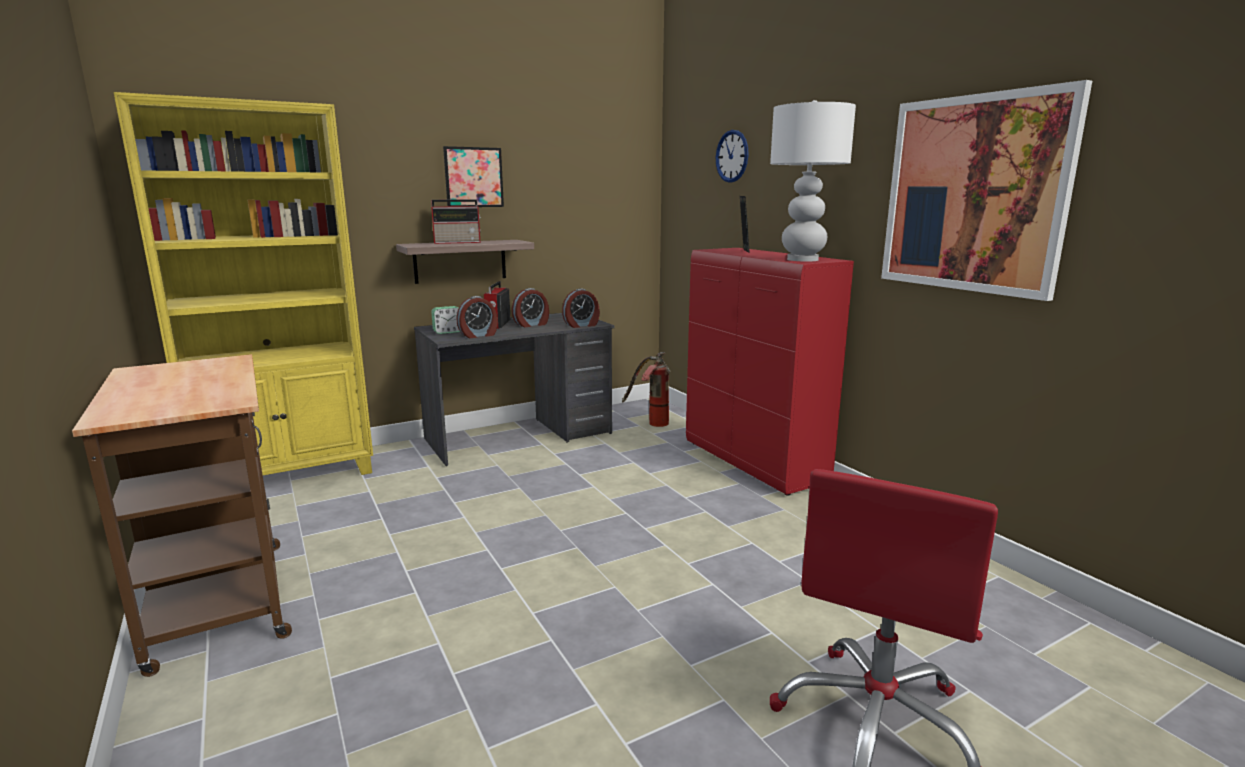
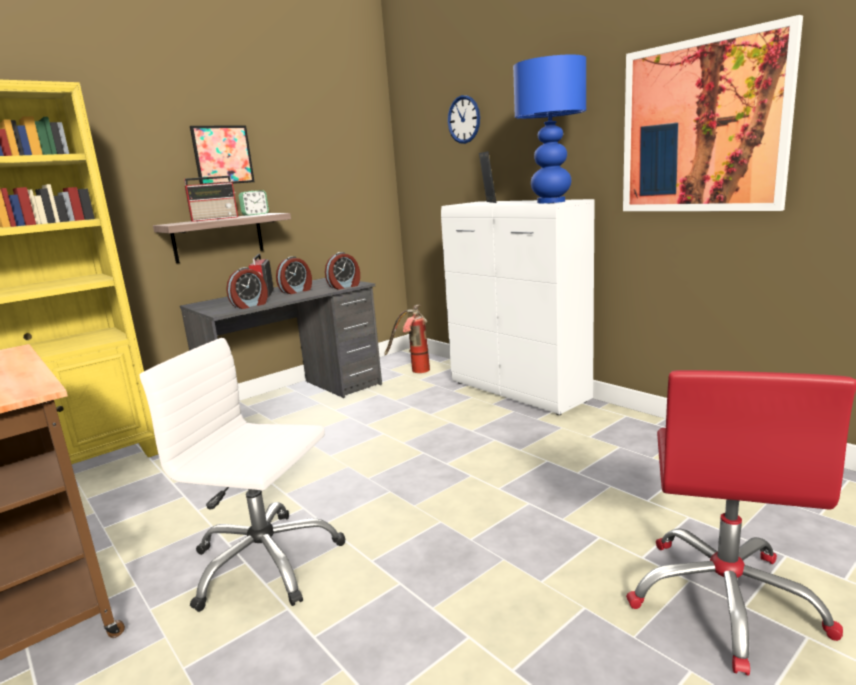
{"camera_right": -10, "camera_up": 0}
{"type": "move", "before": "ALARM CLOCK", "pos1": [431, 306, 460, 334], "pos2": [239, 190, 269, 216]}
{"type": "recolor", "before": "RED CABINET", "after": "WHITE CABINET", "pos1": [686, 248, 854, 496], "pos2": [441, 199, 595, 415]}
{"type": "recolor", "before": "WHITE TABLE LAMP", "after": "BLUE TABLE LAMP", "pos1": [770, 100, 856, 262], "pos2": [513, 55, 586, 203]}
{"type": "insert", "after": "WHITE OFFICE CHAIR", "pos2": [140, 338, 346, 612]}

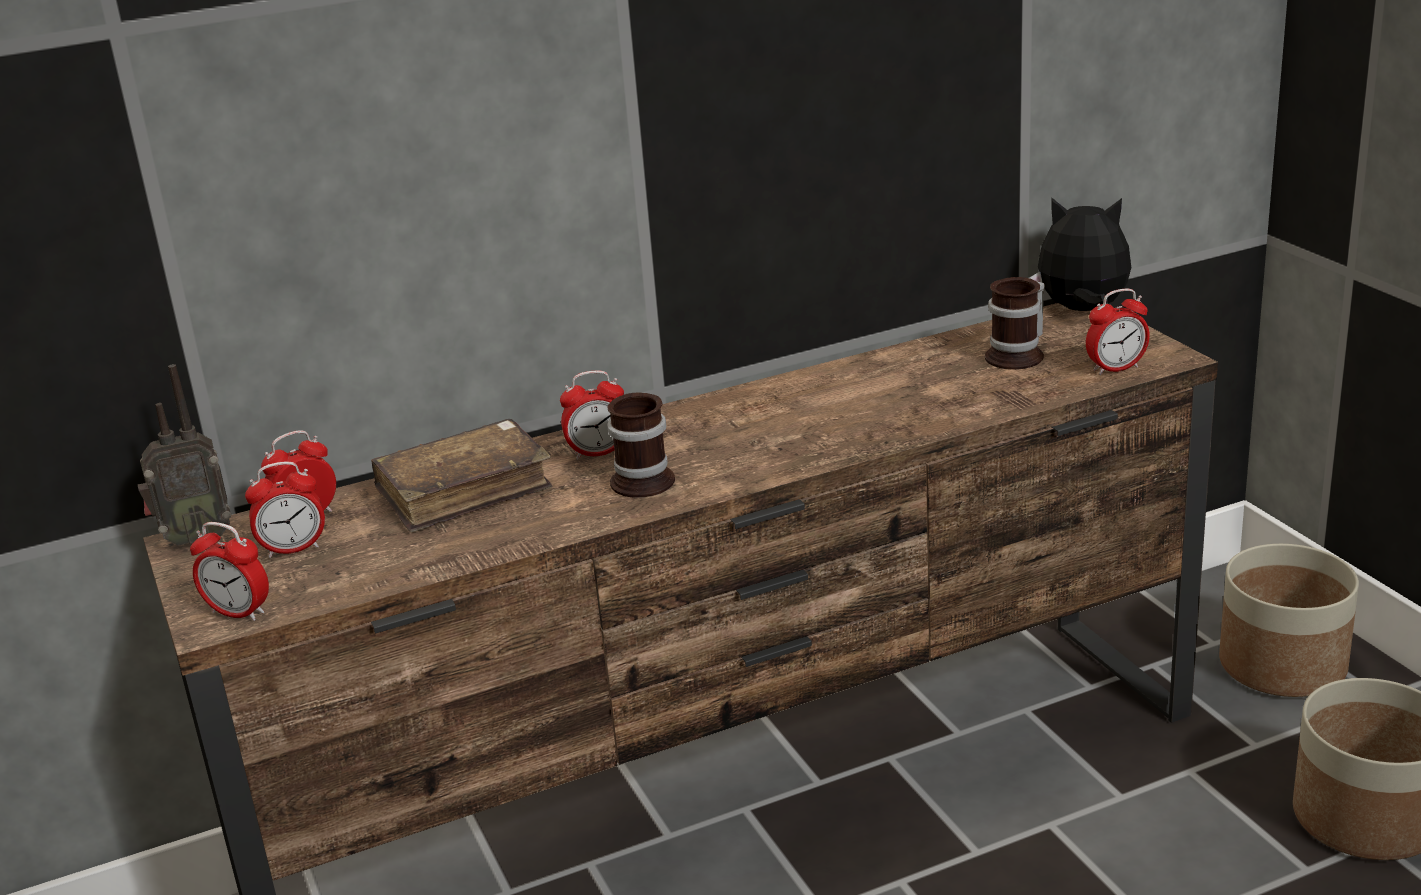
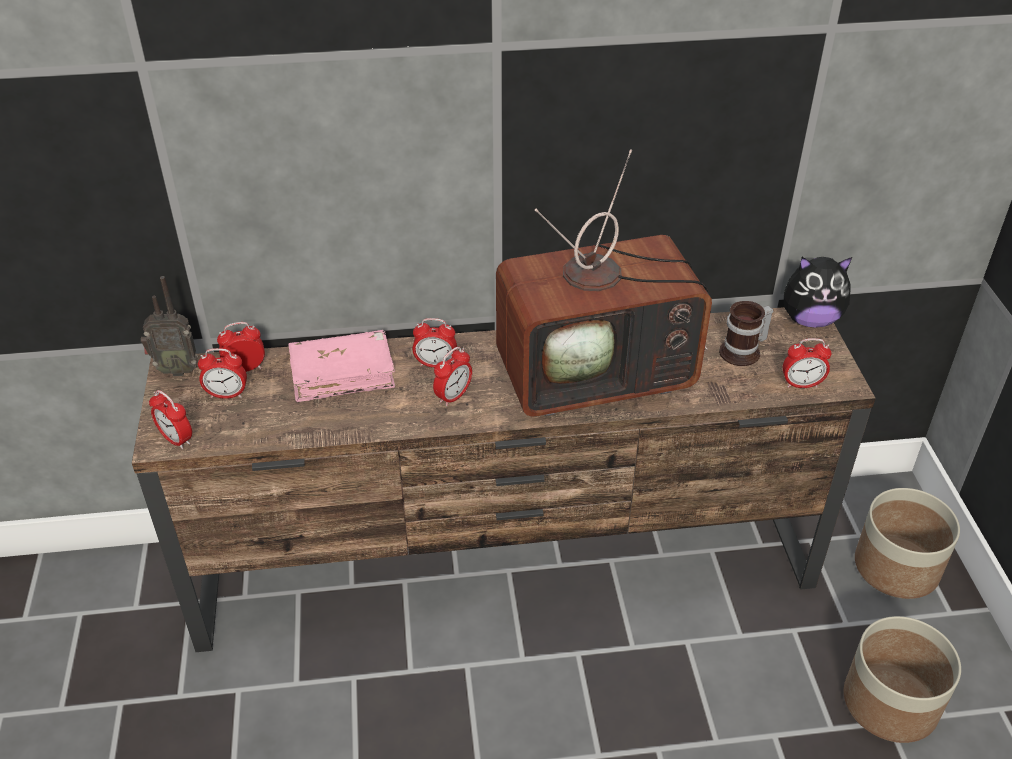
{"camera_right": 15, "camera_up": 15}
{"type": "recolor", "before": "BROWN BOOK", "after": "PINK BOOK", "pos1": [371, 419, 553, 533], "pos2": [289, 330, 395, 402]}
{"type": "replace", "before": "MUG", "after": "ALARM CLOCK", "pos1": [607, 393, 675, 498], "pos2": [433, 347, 472, 407]}
{"type": "rotate", "before": "PLUSH TOY", "pos1": [1029, 198, 1131, 311], "pos2": [784, 257, 852, 328], "turn": 150}
{"type": "insert", "after": "TELEVISION", "pos2": [496, 149, 712, 416]}

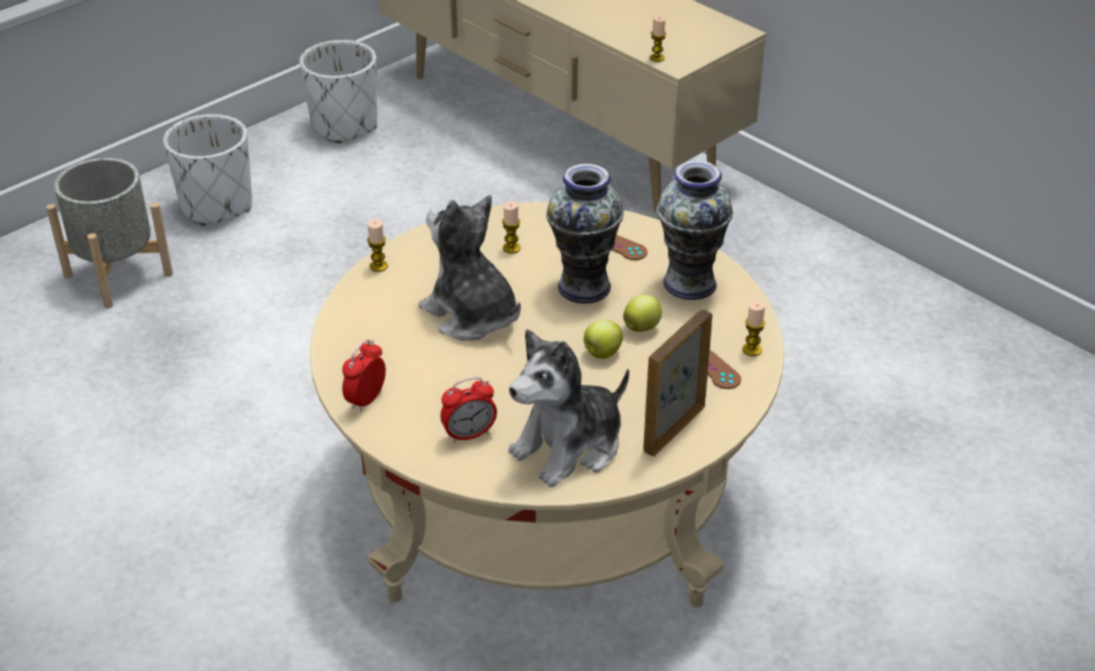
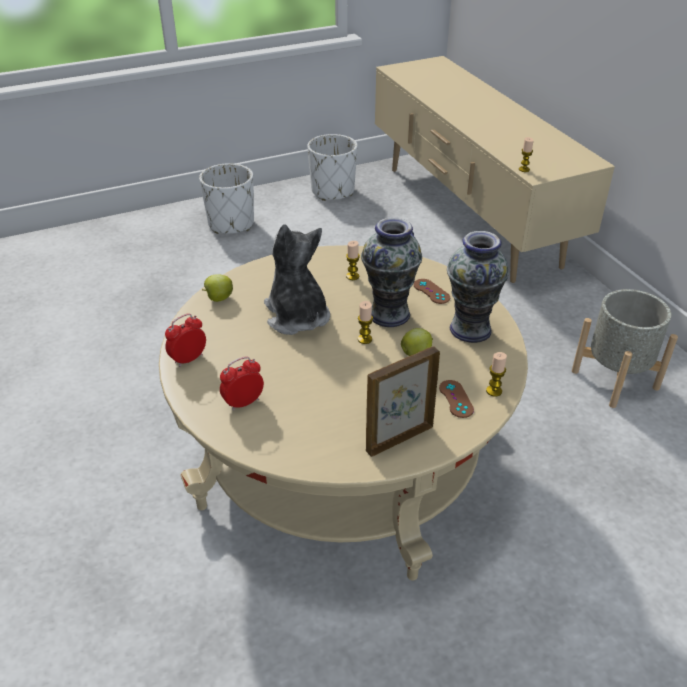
{"camera_right": 20, "camera_up": 0}
{"type": "move", "before": "GREY PLANTER", "pos1": [46, 158, 173, 309], "pos2": [572, 289, 678, 408]}
{"type": "move", "before": "CANDLE", "pos1": [367, 218, 388, 272], "pos2": [358, 301, 373, 344]}
{"type": "rotate", "before": "ALARM CLOCK", "pos1": [441, 377, 497, 443], "pos2": [220, 356, 264, 411], "turn": 150}
{"type": "delete", "before": "PLUSH TOY", "pos1": [508, 329, 629, 487]}
{"type": "move", "before": "APPLE", "pos1": [584, 320, 623, 359], "pos2": [202, 274, 233, 302]}

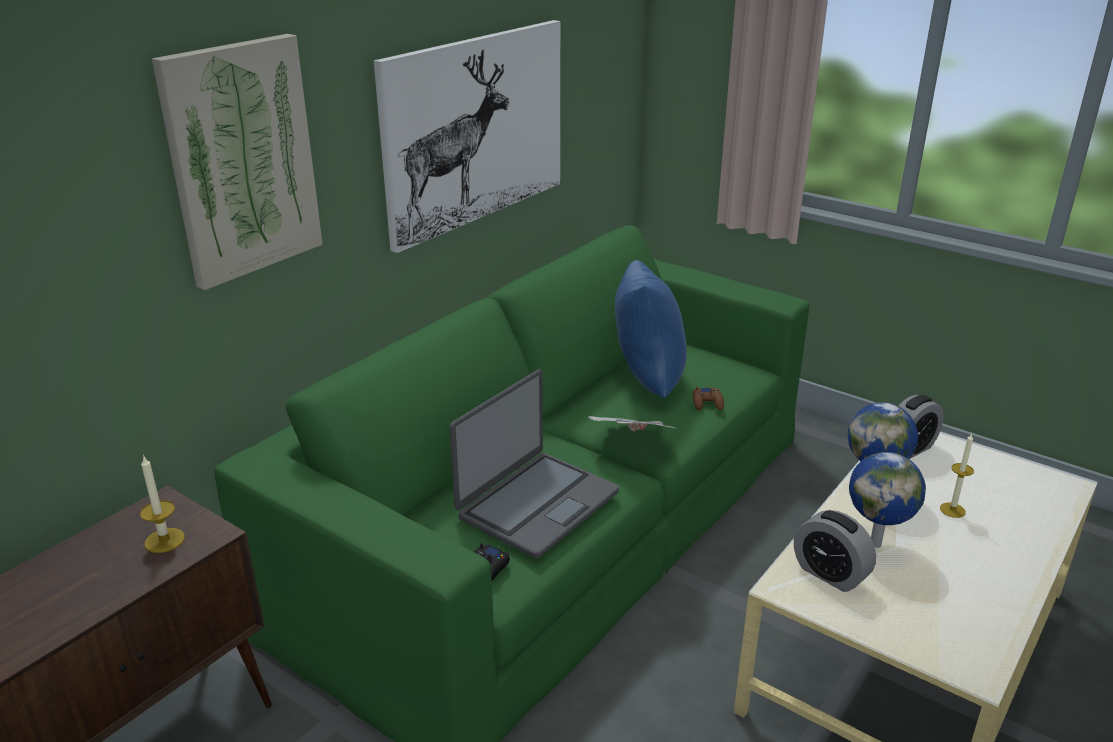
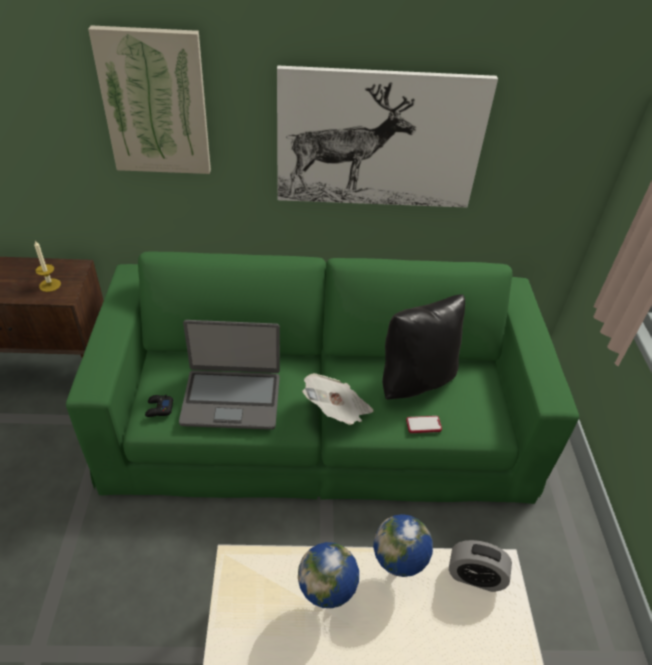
{"camera_right": 50, "camera_up": 15}
{"type": "recolor", "before": "BLUE PILLOW", "after": "BLACK PILLOW", "pos1": [615, 260, 687, 398], "pos2": [382, 295, 465, 399]}
{"type": "replace", "before": "BROWN GAME CONTROLLER", "after": "PHONE", "pos1": [693, 387, 724, 410], "pos2": [406, 416, 442, 433]}
{"type": "delete", "before": "ALARM CLOCK", "pos1": [794, 510, 876, 592]}
{"type": "delete", "before": "CANDLE", "pos1": [940, 433, 974, 518]}

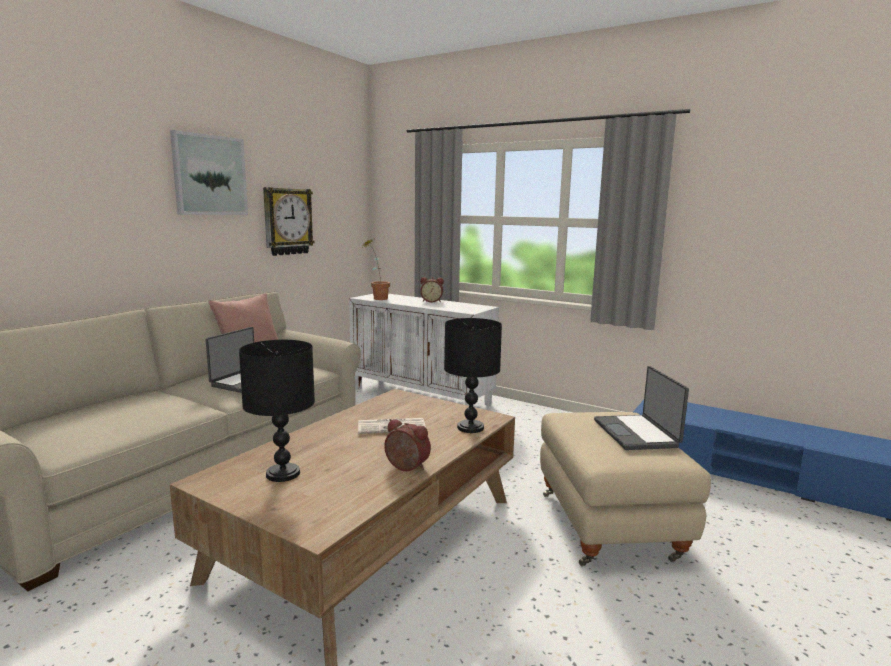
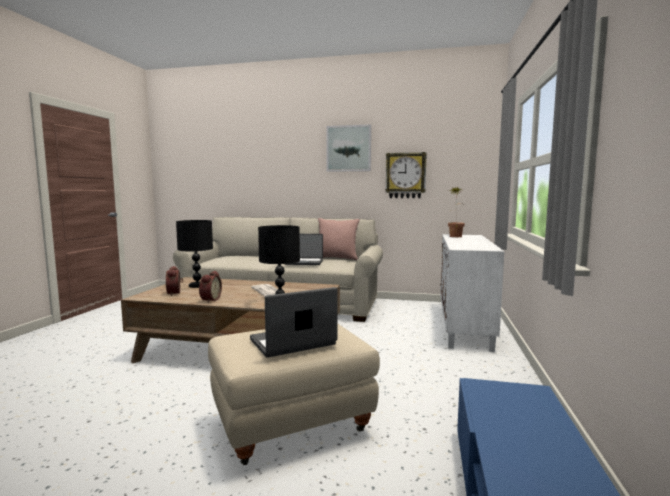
{"camera_right": 70, "camera_up": -5}
{"type": "move", "before": "ALARM CLOCK", "pos1": [420, 277, 444, 302], "pos2": [166, 266, 183, 296]}

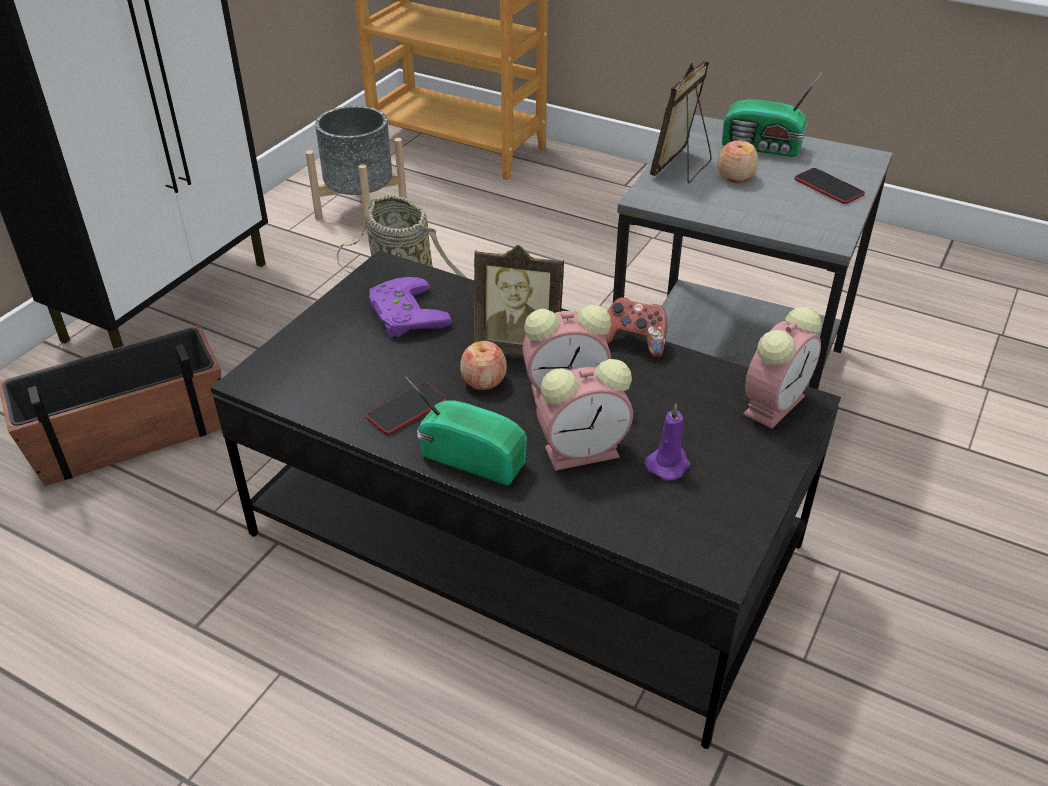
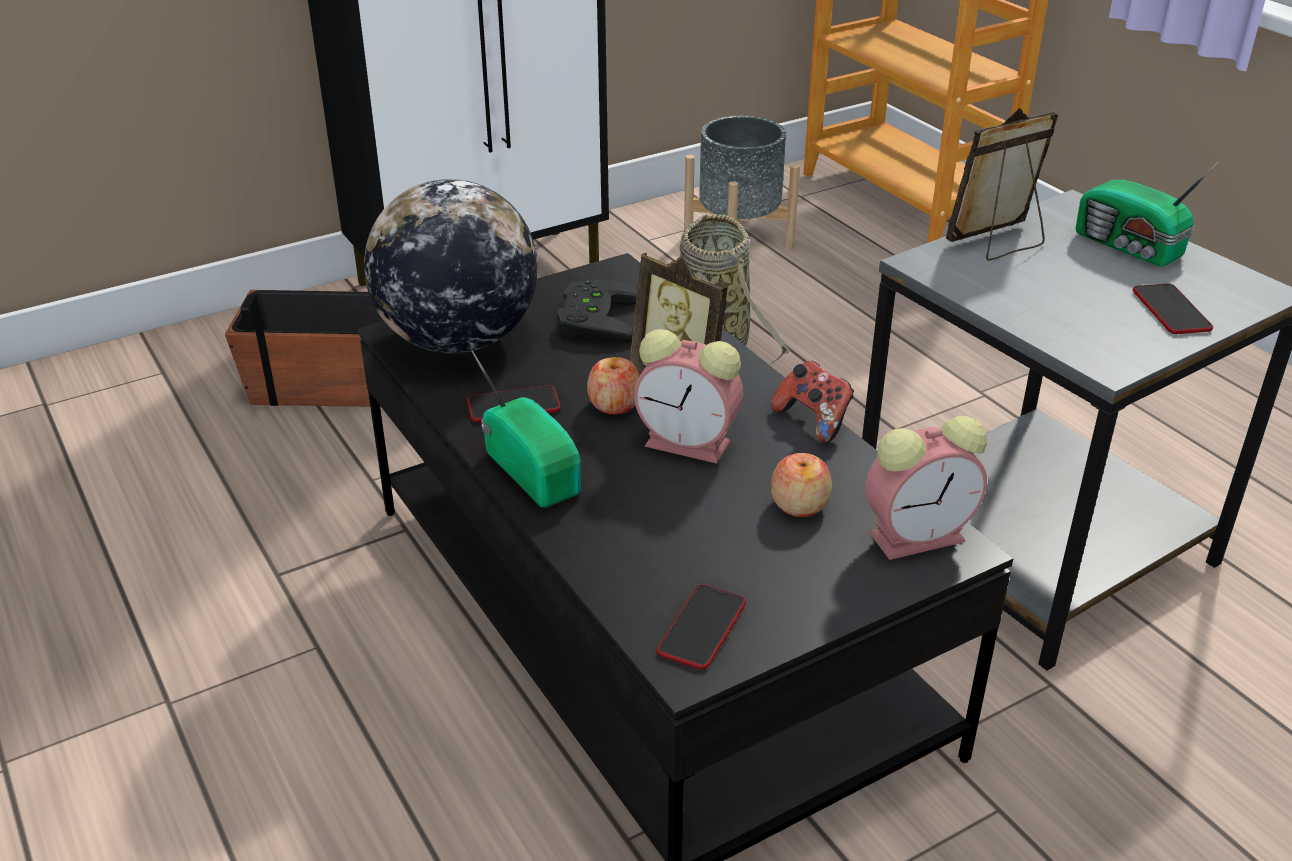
{"camera_right": 30, "camera_up": -5}
{"type": "recolor", "before": "PURPLE GAME CONTROLLER", "after": "BLACK GAME CONTROLLER", "pos1": [369, 277, 452, 338], "pos2": [558, 280, 637, 343]}
{"type": "delete", "before": "ALARM CLOCK", "pos1": [536, 359, 633, 471]}
{"type": "delete", "before": "PURPLE CANDLE", "pos1": [645, 403, 691, 481]}
{"type": "move", "before": "APPLE", "pos1": [717, 141, 758, 183], "pos2": [771, 453, 832, 517]}
{"type": "insert", "after": "GLOBE", "pos2": [364, 179, 538, 354]}
{"type": "insert", "after": "PHONE", "pos2": [657, 584, 746, 669]}

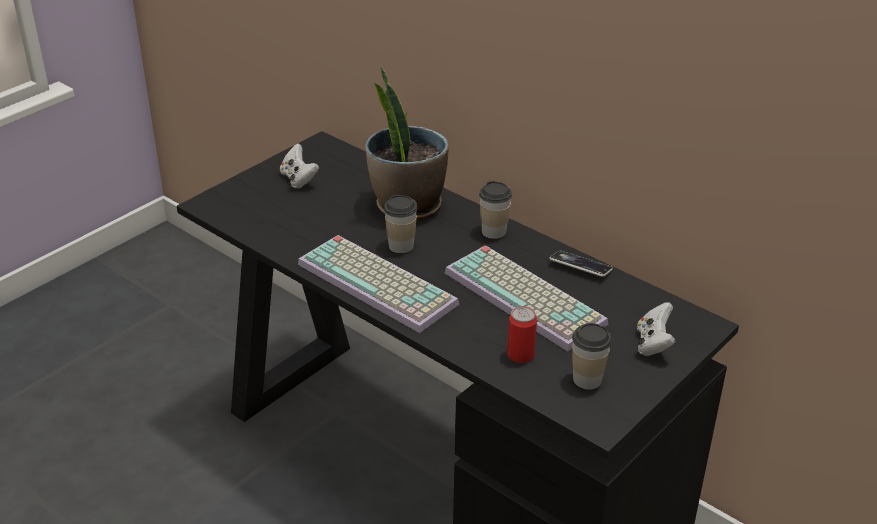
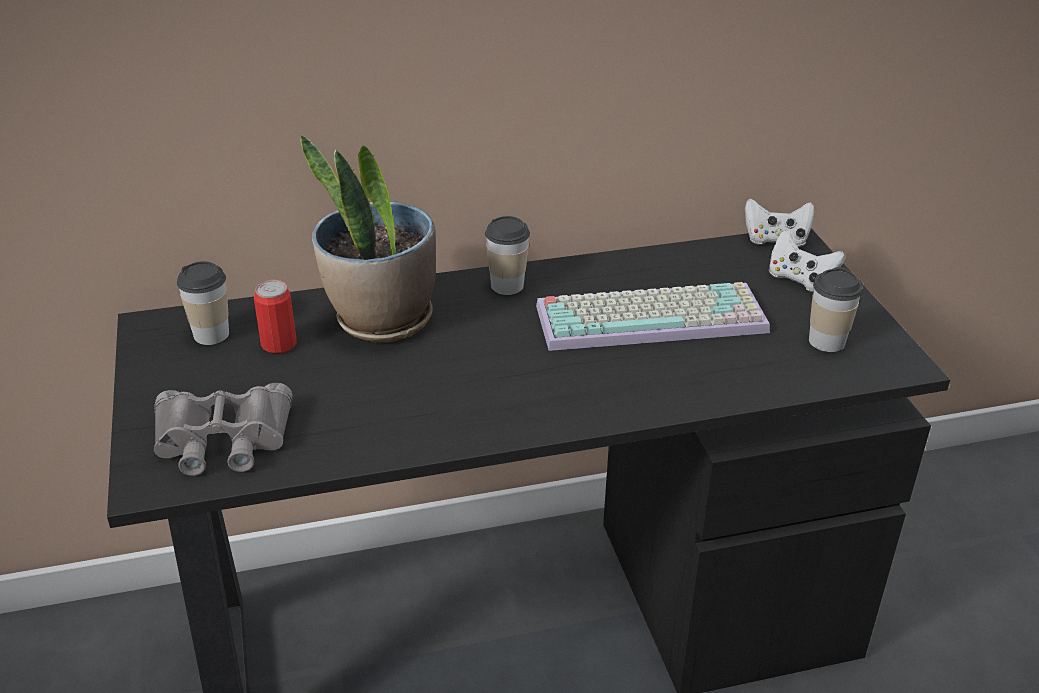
{"camera_right": -55, "camera_up": 0}
{"type": "move", "before": "WHITE GAME CONTROLLER", "pos1": [280, 144, 319, 188], "pos2": [745, 199, 814, 247]}
{"type": "delete", "before": "KEYBOARD", "pos1": [298, 235, 459, 333]}
{"type": "move", "before": "CUP", "pos1": [384, 195, 417, 253], "pos2": [177, 261, 229, 345]}
{"type": "move", "before": "CAN", "pos1": [507, 306, 537, 363], "pos2": [254, 280, 297, 354]}
{"type": "delete", "before": "PHONE", "pos1": [550, 251, 613, 277]}
{"type": "insert", "after": "GREY BINOCULARS", "pos2": [154, 383, 292, 476]}

